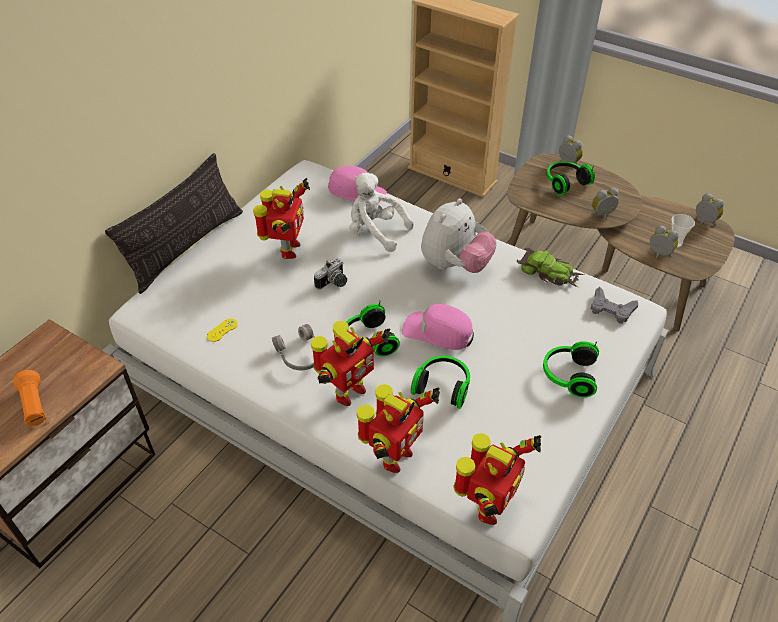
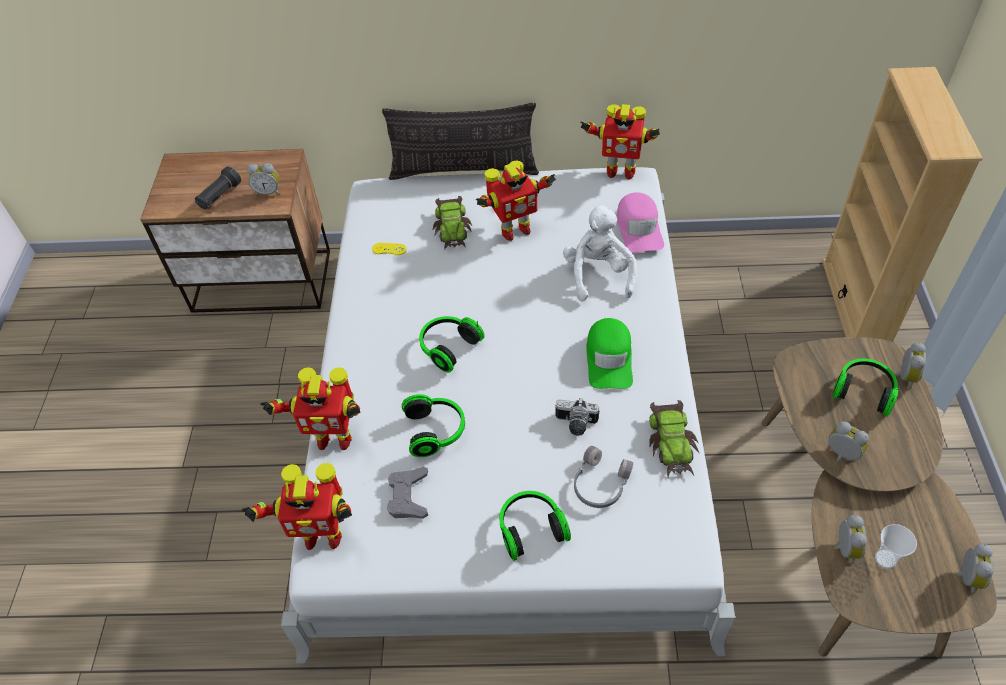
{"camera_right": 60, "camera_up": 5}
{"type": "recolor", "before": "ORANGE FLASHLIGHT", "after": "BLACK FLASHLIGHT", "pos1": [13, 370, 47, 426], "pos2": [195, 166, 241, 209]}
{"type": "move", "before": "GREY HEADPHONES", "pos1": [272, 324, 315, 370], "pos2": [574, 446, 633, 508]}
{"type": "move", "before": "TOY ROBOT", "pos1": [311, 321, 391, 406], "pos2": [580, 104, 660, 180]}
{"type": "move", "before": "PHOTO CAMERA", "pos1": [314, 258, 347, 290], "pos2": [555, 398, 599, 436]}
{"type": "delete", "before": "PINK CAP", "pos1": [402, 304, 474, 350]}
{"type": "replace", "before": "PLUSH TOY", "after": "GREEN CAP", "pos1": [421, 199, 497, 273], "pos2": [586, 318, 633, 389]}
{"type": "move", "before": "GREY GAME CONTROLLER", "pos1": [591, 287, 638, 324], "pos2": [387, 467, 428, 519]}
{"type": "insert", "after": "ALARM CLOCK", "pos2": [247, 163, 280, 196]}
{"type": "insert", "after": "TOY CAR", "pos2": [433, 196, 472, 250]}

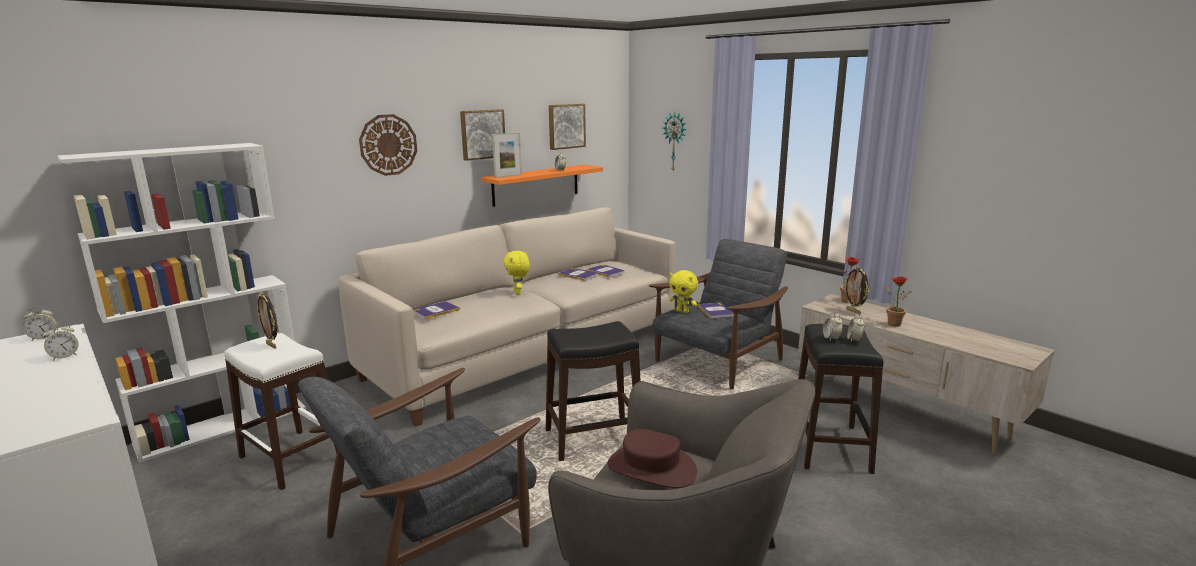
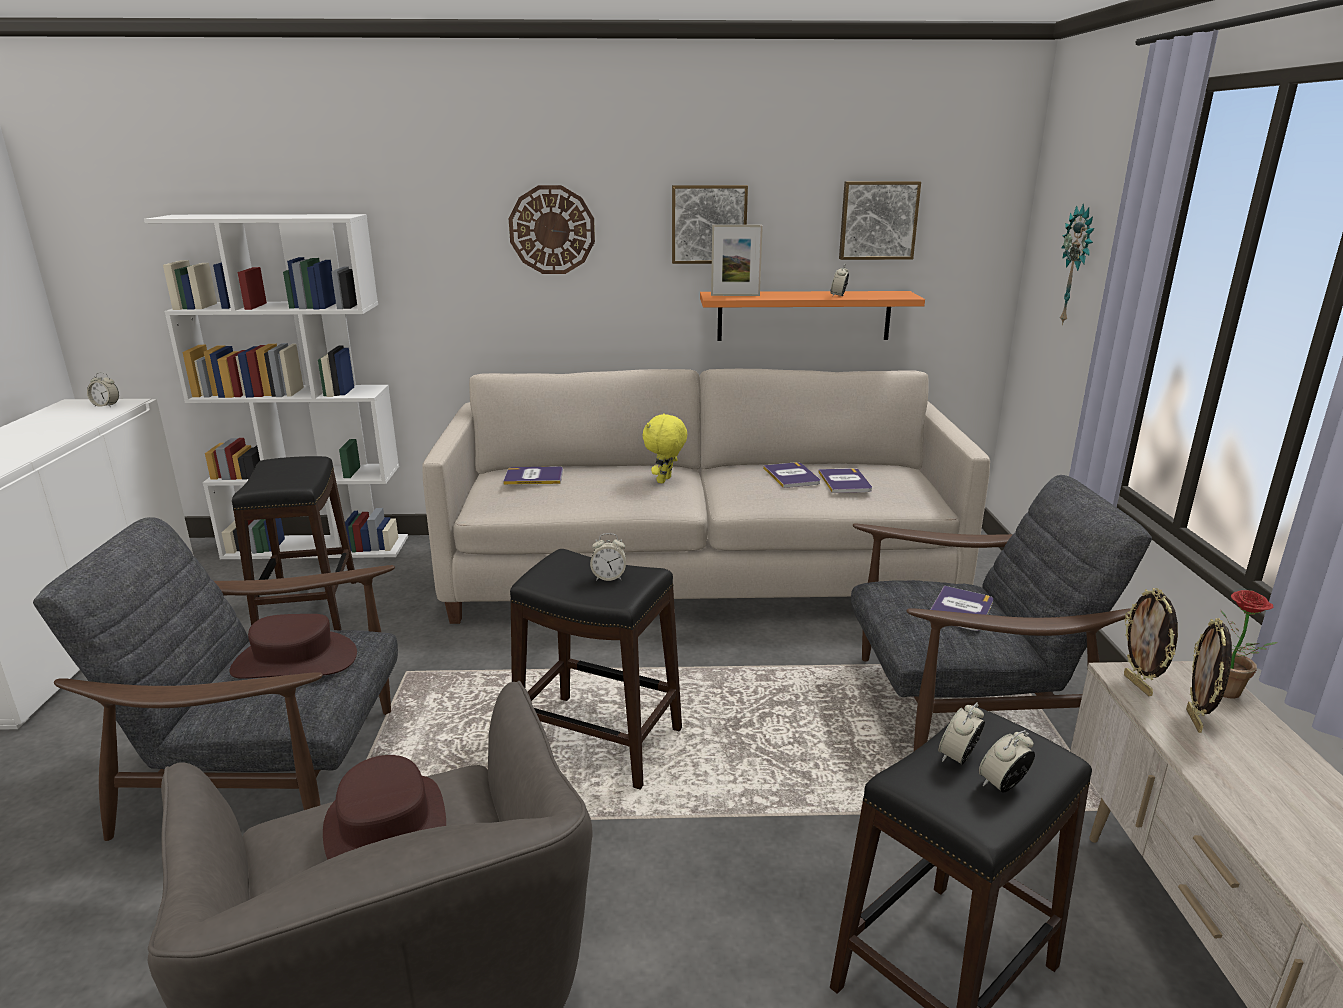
{"camera_right": 40, "camera_up": 5}
{"type": "move", "before": "ALARM CLOCK", "pos1": [43, 323, 79, 361], "pos2": [590, 533, 626, 581]}
{"type": "recolor", "before": "WHITE STOOL", "after": "BLACK STOOL", "pos1": [224, 333, 338, 490], "pos2": [232, 456, 356, 631]}
{"type": "move", "before": "PICTURE FRAME", "pos1": [257, 292, 277, 349], "pos2": [1124, 588, 1178, 696]}
{"type": "delete", "before": "YELLOW PLUSH TOY", "pos1": [669, 270, 698, 313]}
{"type": "delete", "before": "POTTED PLANT", "pos1": [886, 276, 912, 327]}
{"type": "insert", "after": "BROWN HAT", "pos2": [229, 614, 357, 679]}

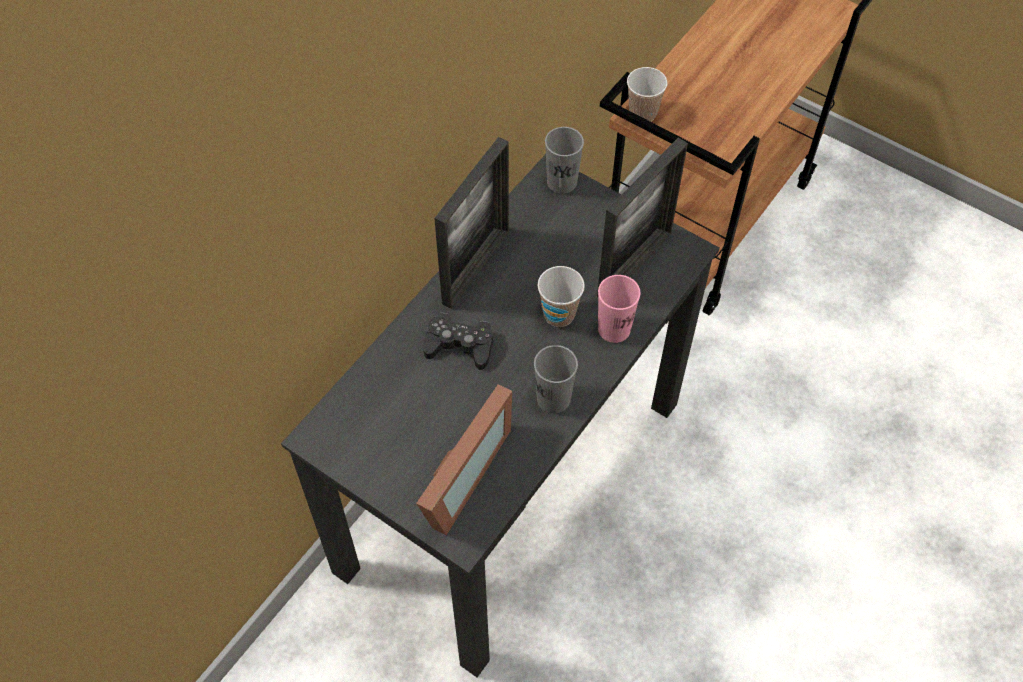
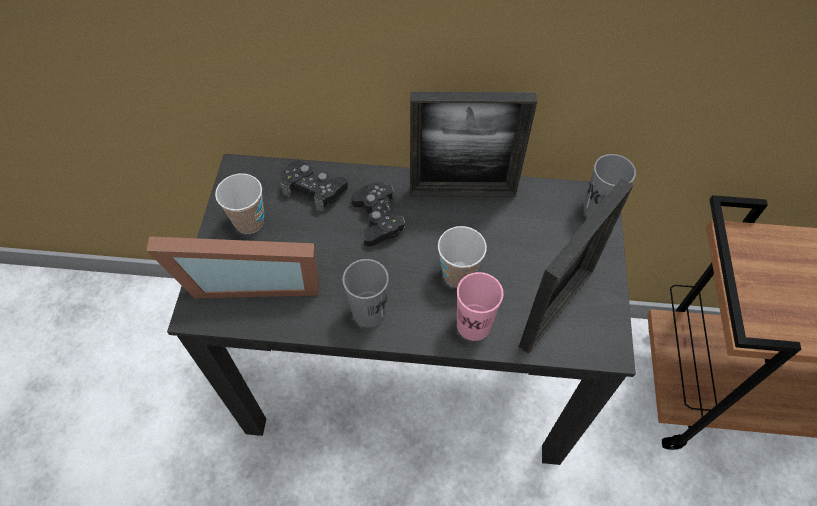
{"camera_right": 60, "camera_up": 0}
{"type": "rotate", "before": "PICTURE FRAME", "pos1": [597, 138, 688, 297], "pos2": [519, 178, 633, 354], "turn": -60}
{"type": "move", "before": "CUP", "pos1": [627, 67, 667, 122], "pos2": [215, 173, 264, 234]}
{"type": "insert", "after": "BLACK GAME CONTROLLER", "pos2": [280, 160, 348, 212]}

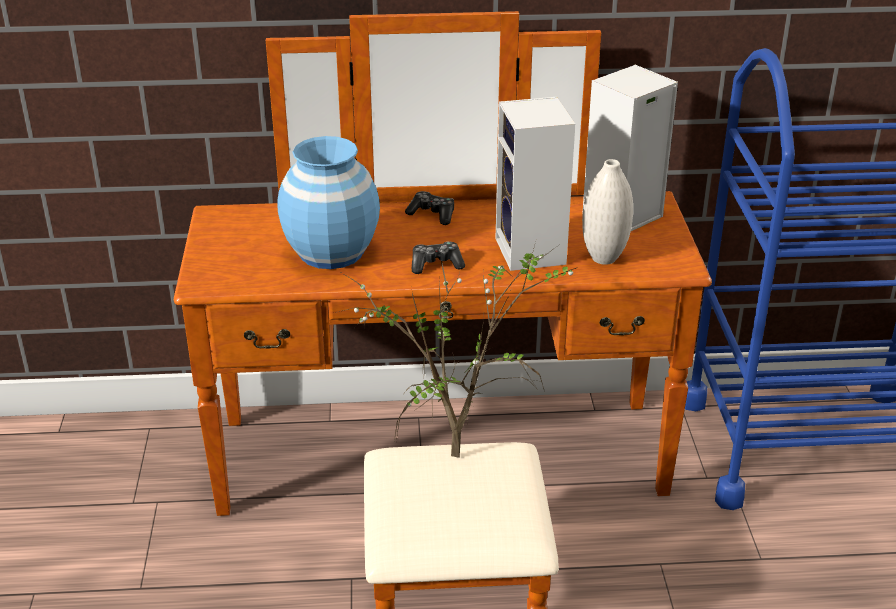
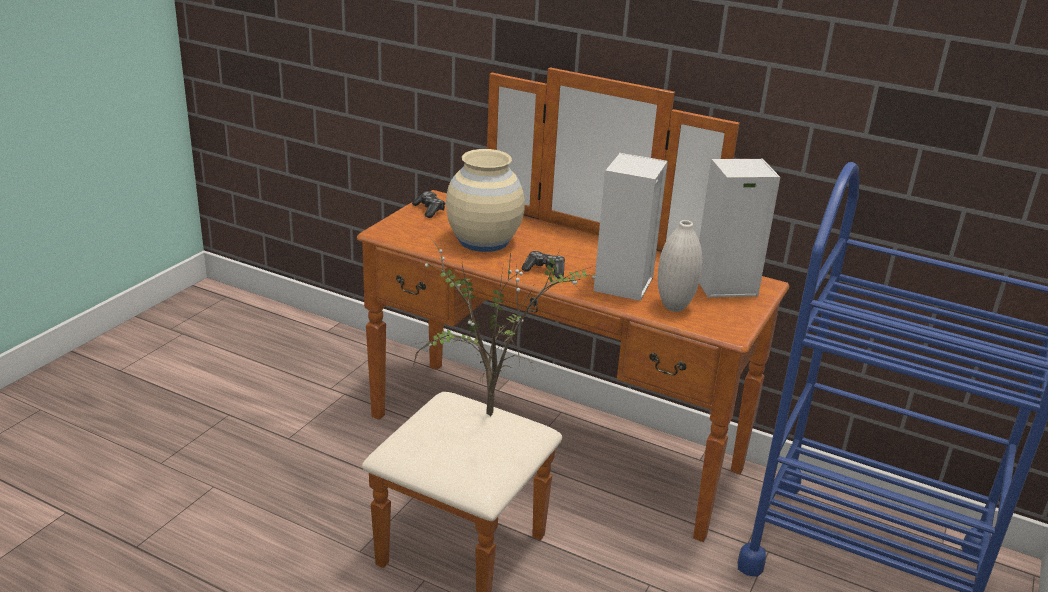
{"camera_right": 30, "camera_up": -5}
{"type": "recolor", "before": "BLUE VASE", "after": "BEIGE VASE", "pos1": [277, 136, 380, 269], "pos2": [446, 149, 525, 252]}
{"type": "move", "before": "GAME CONTROLLER", "pos1": [405, 191, 454, 225], "pos2": [412, 191, 446, 218]}

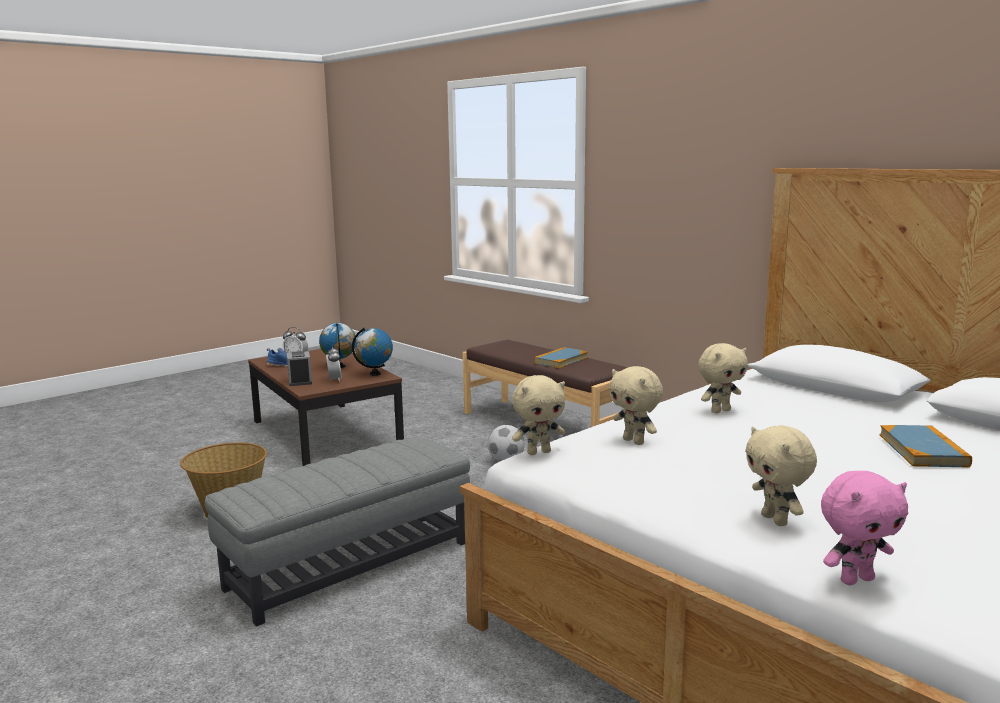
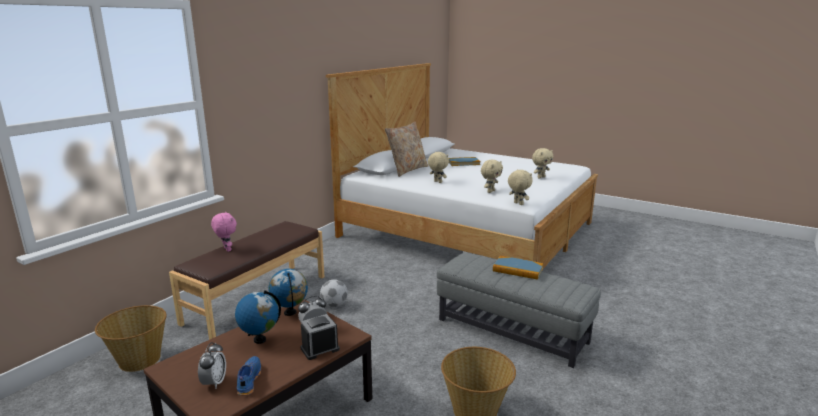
{"camera_right": -105, "camera_up": 5}
{"type": "move", "before": "BOOK", "pos1": [534, 347, 588, 368], "pos2": [493, 256, 544, 280]}
{"type": "move", "before": "PINK PLUSH TOY", "pos1": [821, 471, 908, 585], "pos2": [211, 212, 237, 252]}
{"type": "insert", "after": "BASKET", "pos2": [95, 305, 167, 372]}
{"type": "insert", "after": "BEIGE PILLOW", "pos2": [385, 122, 428, 177]}

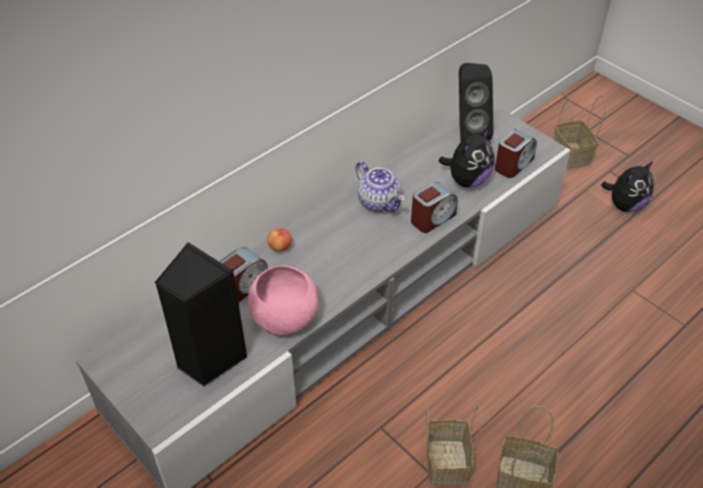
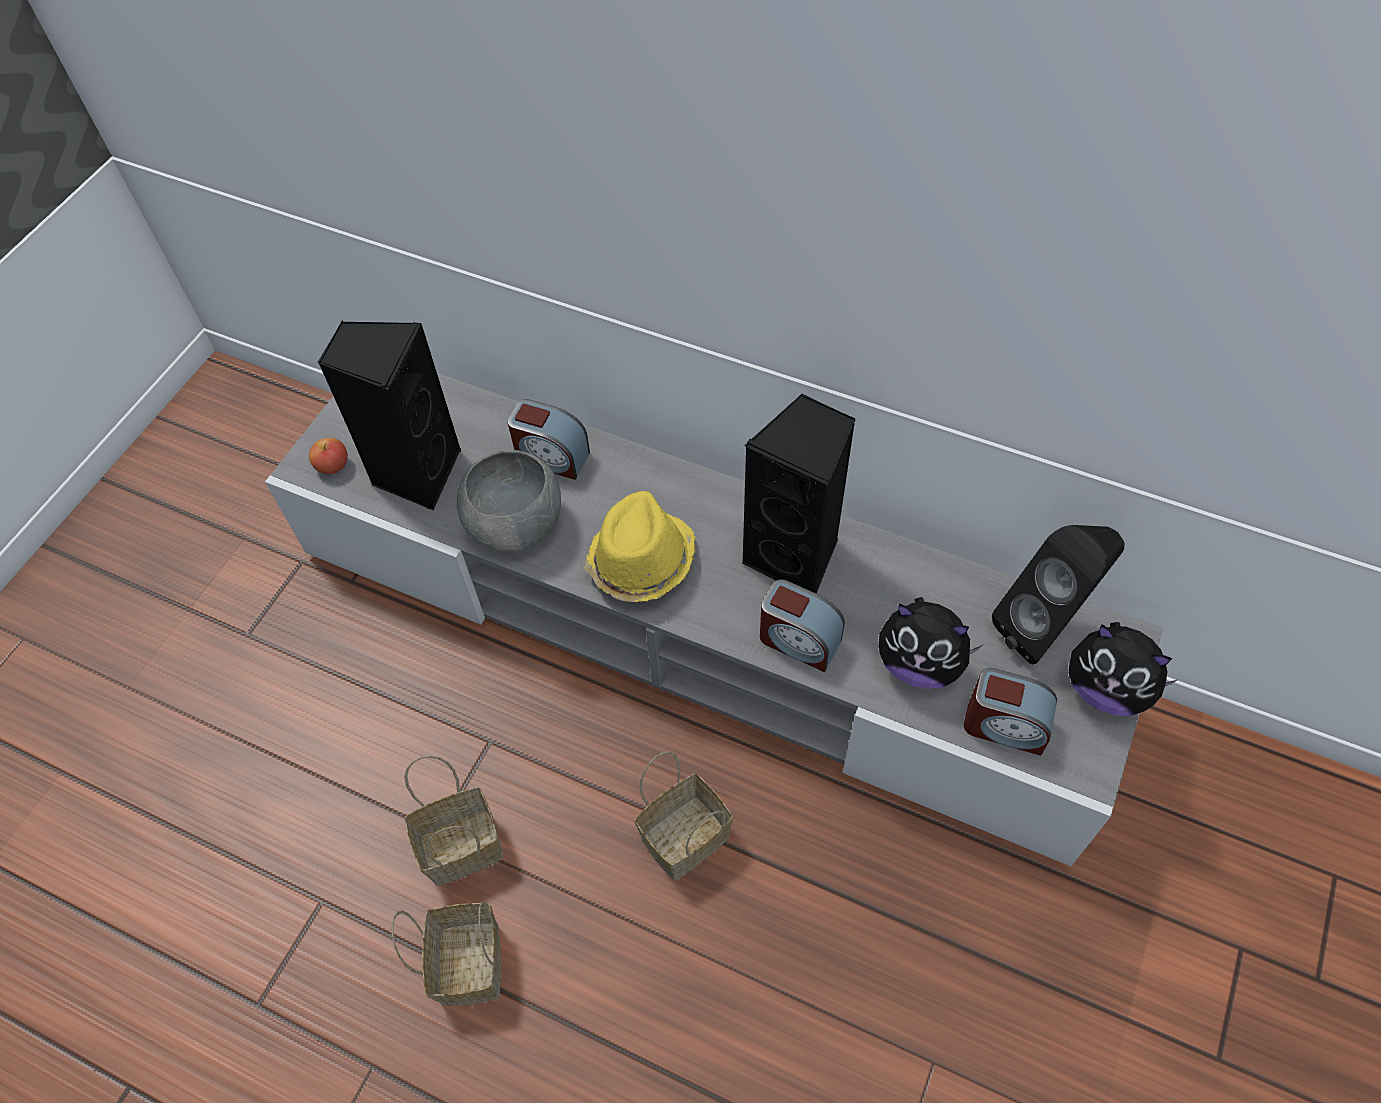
{"camera_right": 70, "camera_up": 10}
{"type": "recolor", "before": "PINK BOWL", "after": "GREY BOWL", "pos1": [248, 265, 318, 335], "pos2": [457, 450, 561, 552]}
{"type": "move", "before": "APPLE", "pos1": [267, 228, 292, 252], "pos2": [309, 438, 348, 474]}
{"type": "replace", "before": "TEAPOT", "after": "BLACK SPEAKER", "pos1": [356, 161, 405, 212], "pos2": [742, 394, 856, 594]}
{"type": "move", "before": "BASKET", "pos1": [554, 95, 606, 169], "pos2": [635, 751, 733, 880]}
{"type": "move", "before": "PLUSH TOY", "pos1": [601, 161, 654, 212], "pos2": [1069, 622, 1177, 716]}
{"type": "insert", "after": "YELLOW HAT", "pos2": [583, 491, 695, 602]}

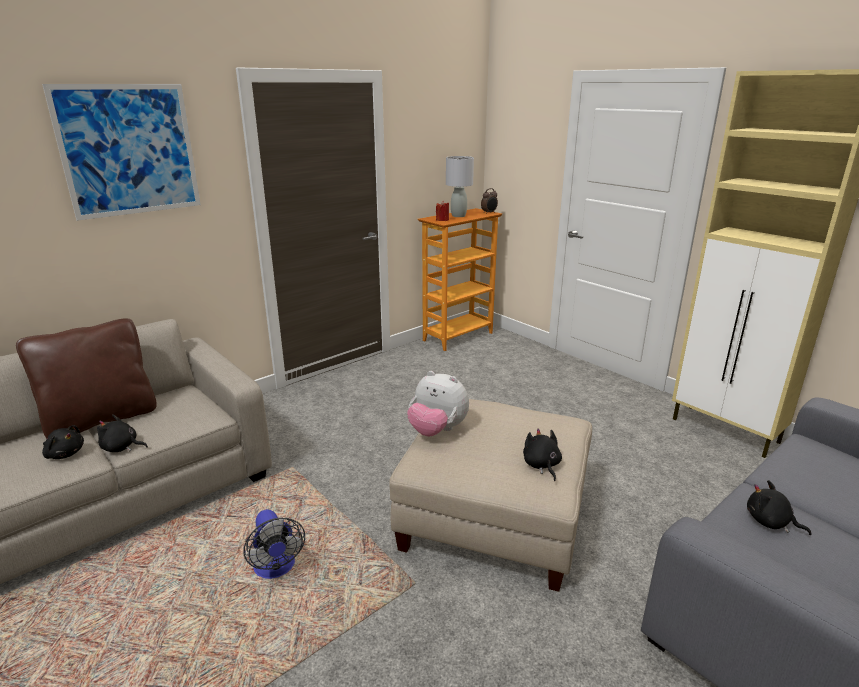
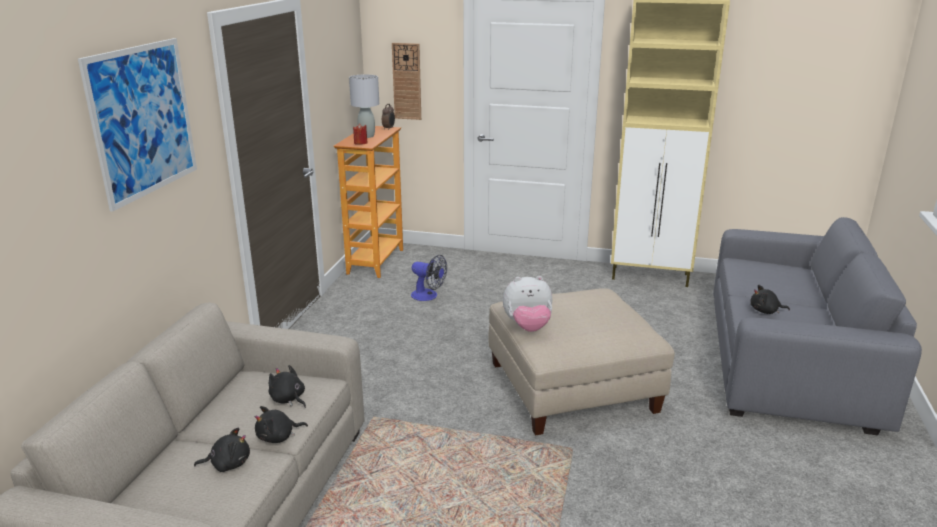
{"camera_right": -35, "camera_up": 0}
{"type": "delete", "before": "BROWN PILLOW", "pos1": [16, 319, 157, 438]}
{"type": "move", "before": "FAN", "pos1": [243, 509, 305, 579], "pos2": [411, 255, 447, 301]}
{"type": "move", "before": "BLACK PLUSH TOY", "pos1": [523, 429, 562, 481], "pos2": [269, 365, 306, 408]}
{"type": "insert", "after": "WALL CLOCK", "pos2": [392, 43, 421, 120]}

